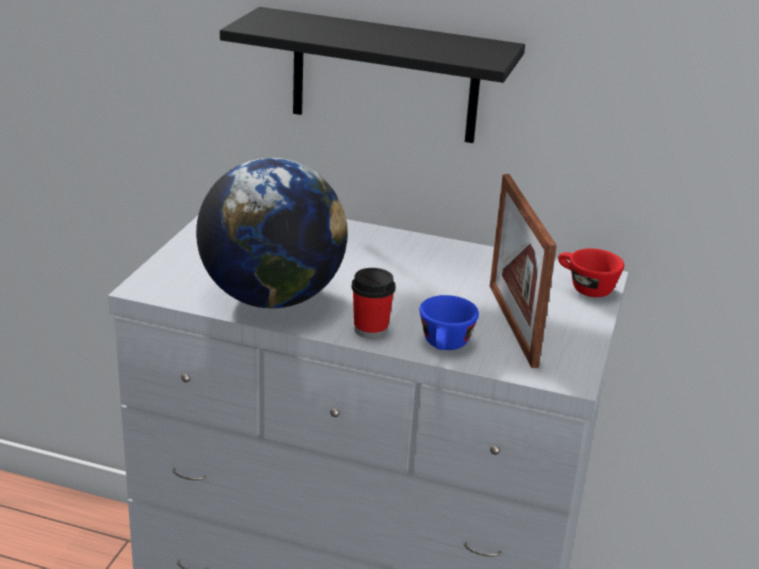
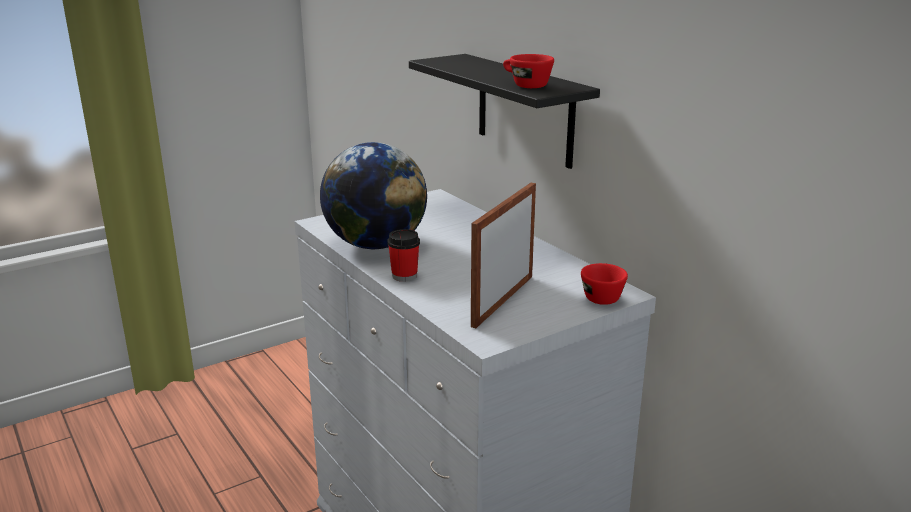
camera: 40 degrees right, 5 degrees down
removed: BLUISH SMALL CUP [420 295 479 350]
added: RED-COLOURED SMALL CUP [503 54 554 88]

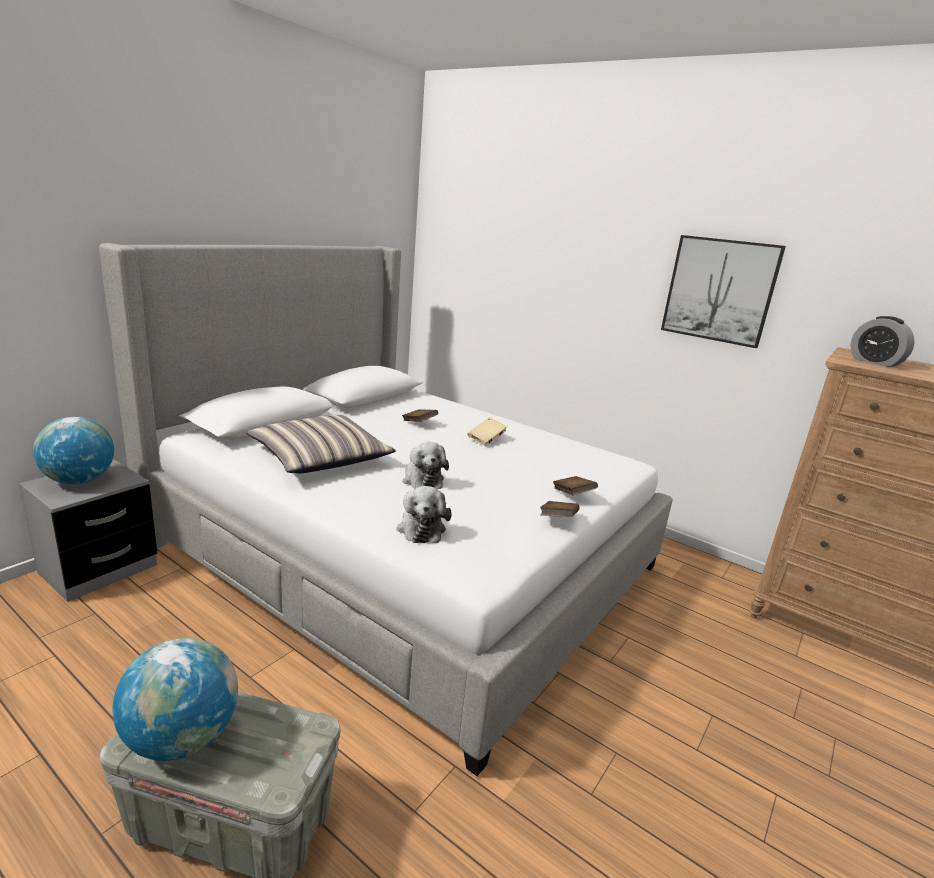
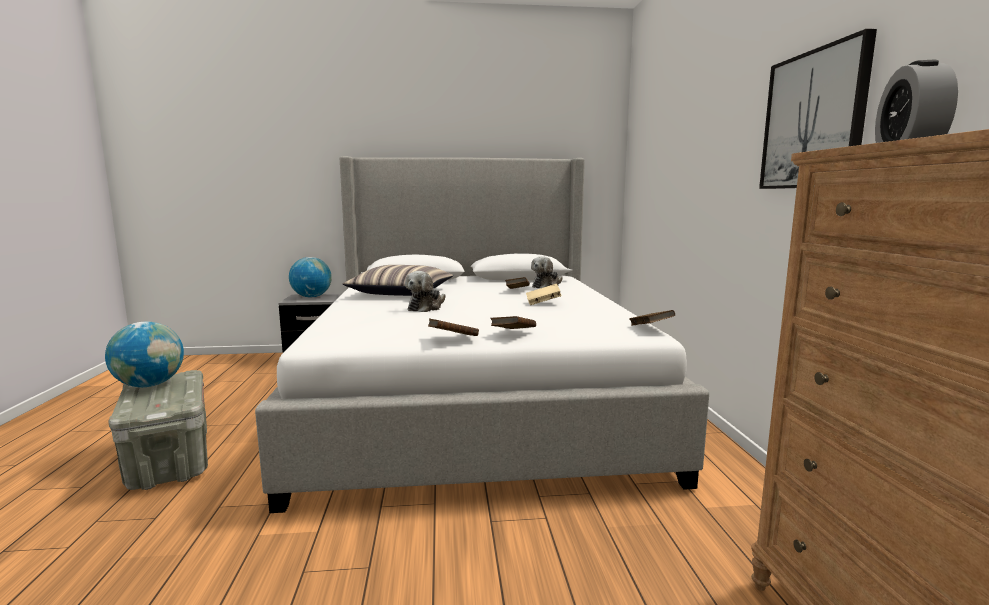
camera: 50 degrees right, 10 degrees down
added: BROWN-COLOURED VOLUME [629 310 675 326]
moved: CUDDLY TOY [396 486 452 543] to [531 256 563 288]

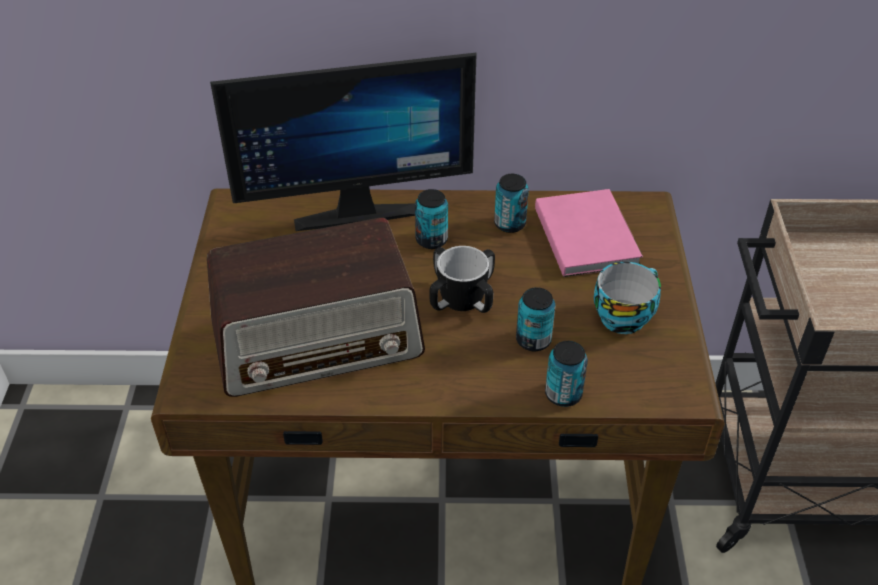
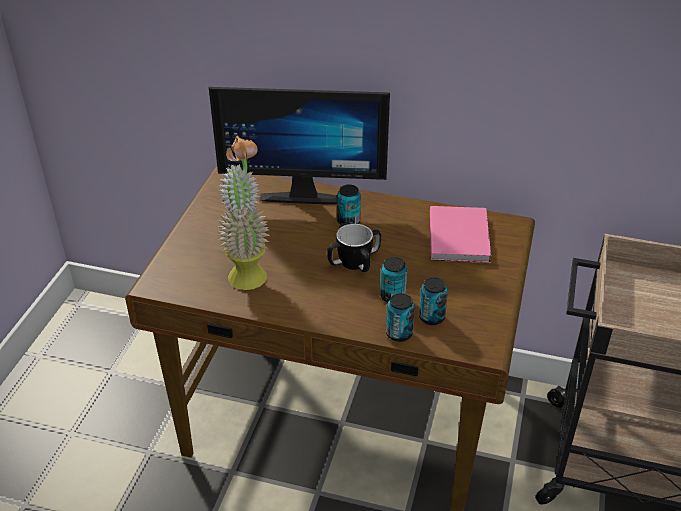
camera: 15 degrees right, 5 degrees down
removed: SMALL CUP [594 262 661 334]
moved: CAN [494 174 529 233] to [419 277 448 325]
replaced: RADIO SET [207 218 425 397] to POTTED PLANT [218 136 270 290]

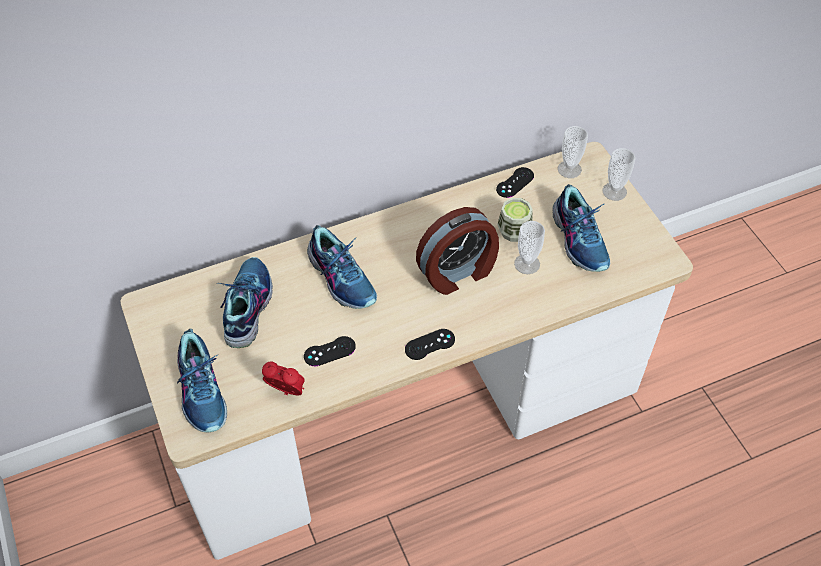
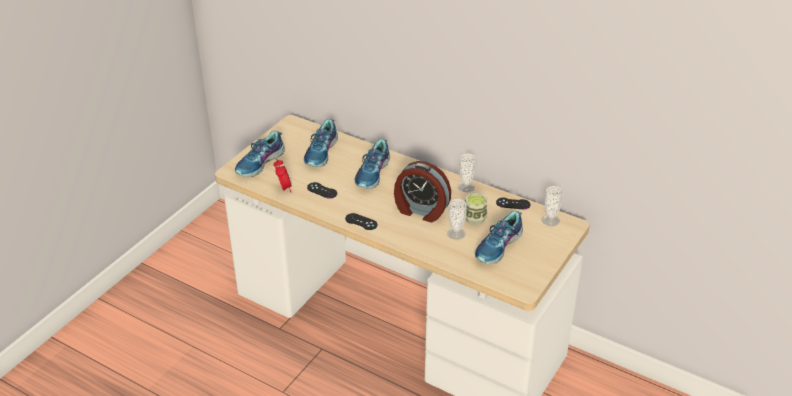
camera: 55 degrees right, 15 degrees down
moved: SMALL CUP [602 148 635 201] to [458 153 476 192]
turned: ITEM OF FOOTWEAR [216 257 273 348] = [304 119 338 167] 135 degrees clockwise

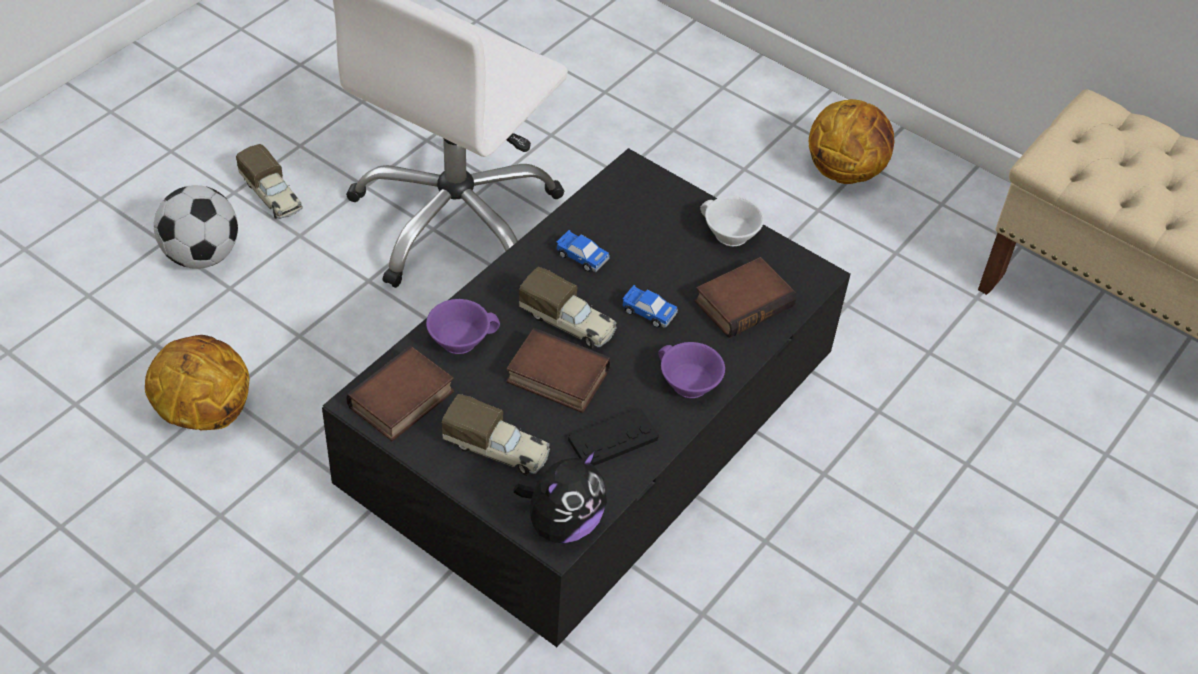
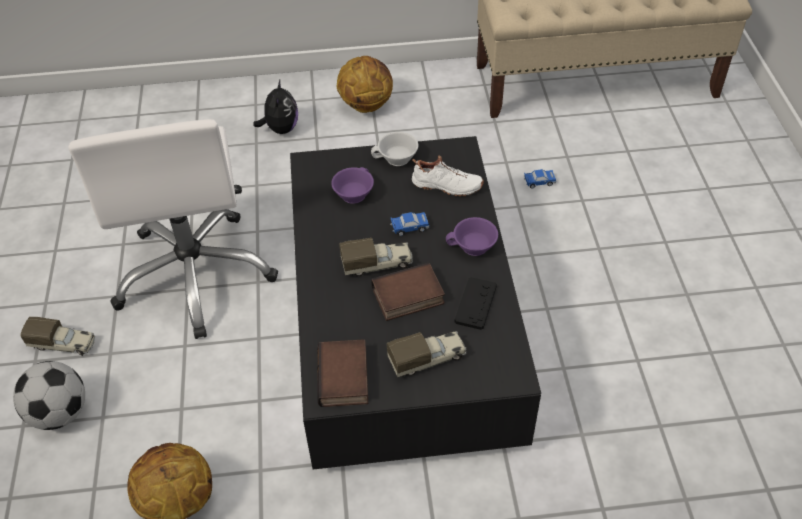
camera: 40 degrees left, 0 degrees up
moved: PURPLISH SMALL CUP [426 299 500 354] to [331 167 374 204]; CUDDLY TOY [513 449 607 543] to [253 80 298 134]; MODEL CAR [557 230 610 272] to [524 169 556 189]
replaced: VOLUME [695 257 796 338] to WHITE ITEM OF FOOTWEAR [412 156 484 196]

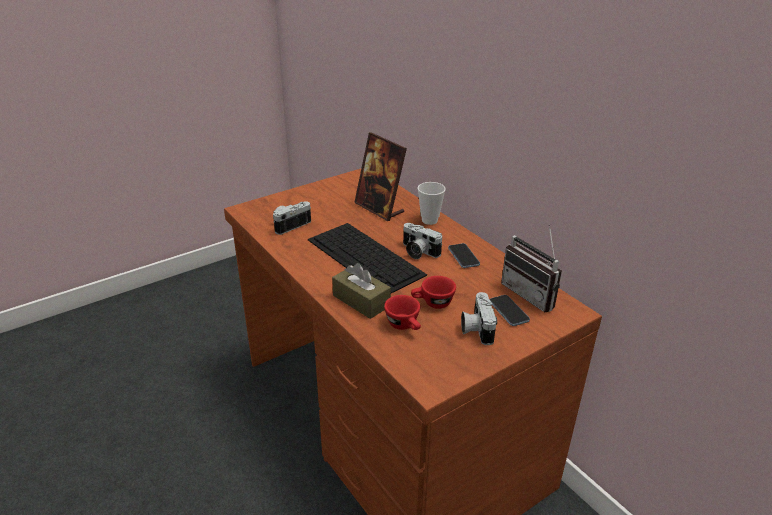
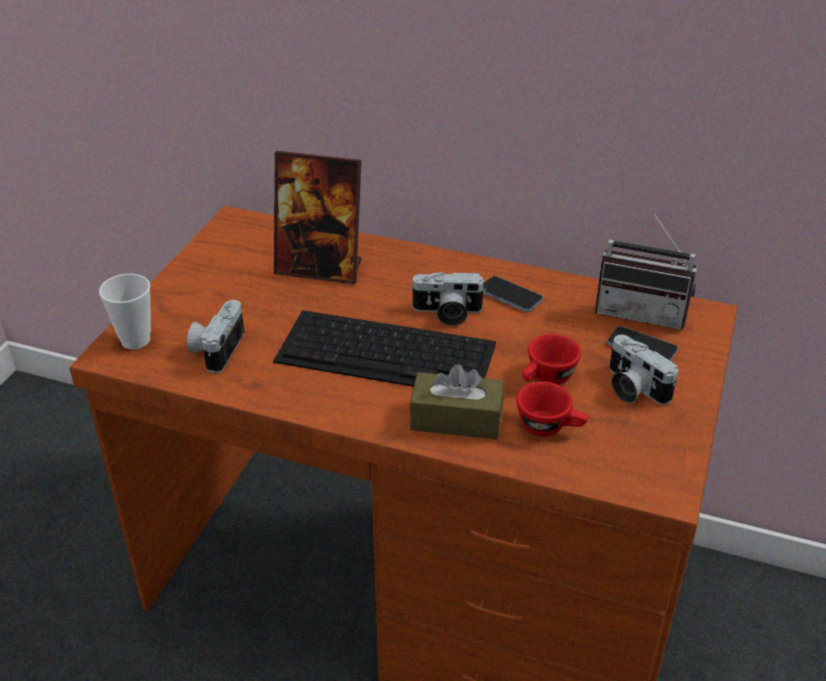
camera: 35 degrees left, 5 degrees up
moved: SMALL CUP [418 182 445 225] to [99 274 151 349]

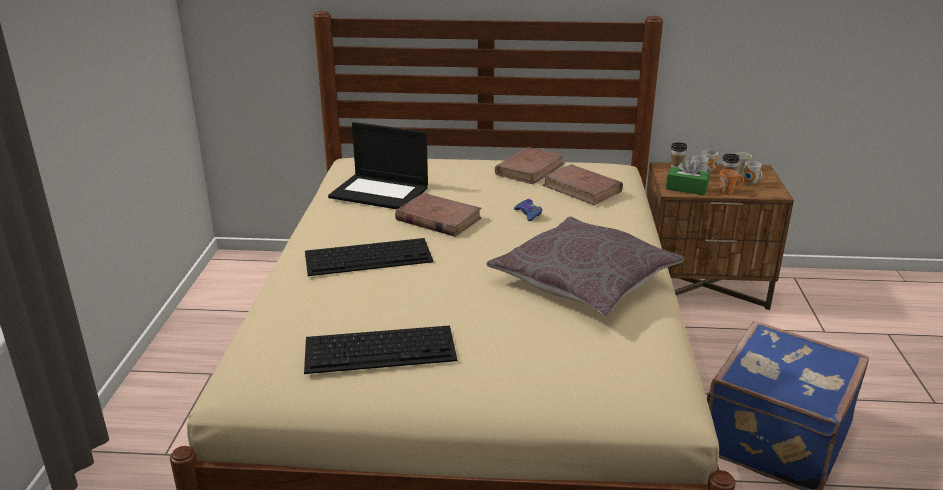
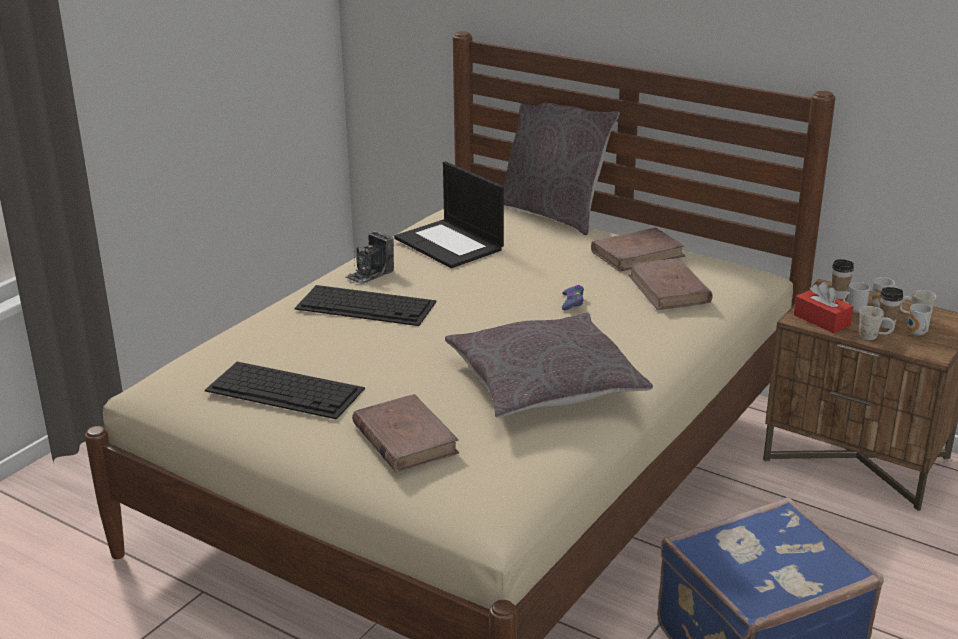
camera: 30 degrees right, 0 degrees up
added: PHOTO CAMERA [345 231 394 284]; GREYISH PILLOW [503 103 620 235]
moved: BROWN-COLOURED VOLUME [395 193 482 237] to [352 394 459 473]
recoloured: GREEN-COLOURED BOX OF TISSUES [666 158 710 195] to RED-COLOURED BOX OF TISSUES [794 282 853 333]; ORANGEY COFFEE MUG [719 169 744 195] to WHITE COFFEE MUG [859 306 895 340]

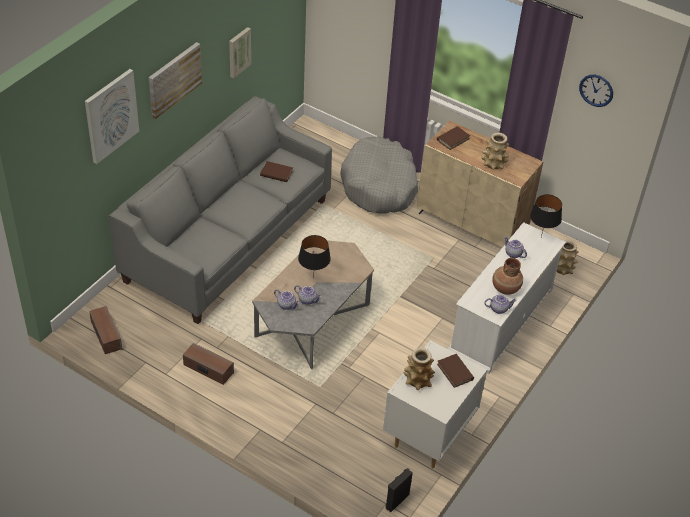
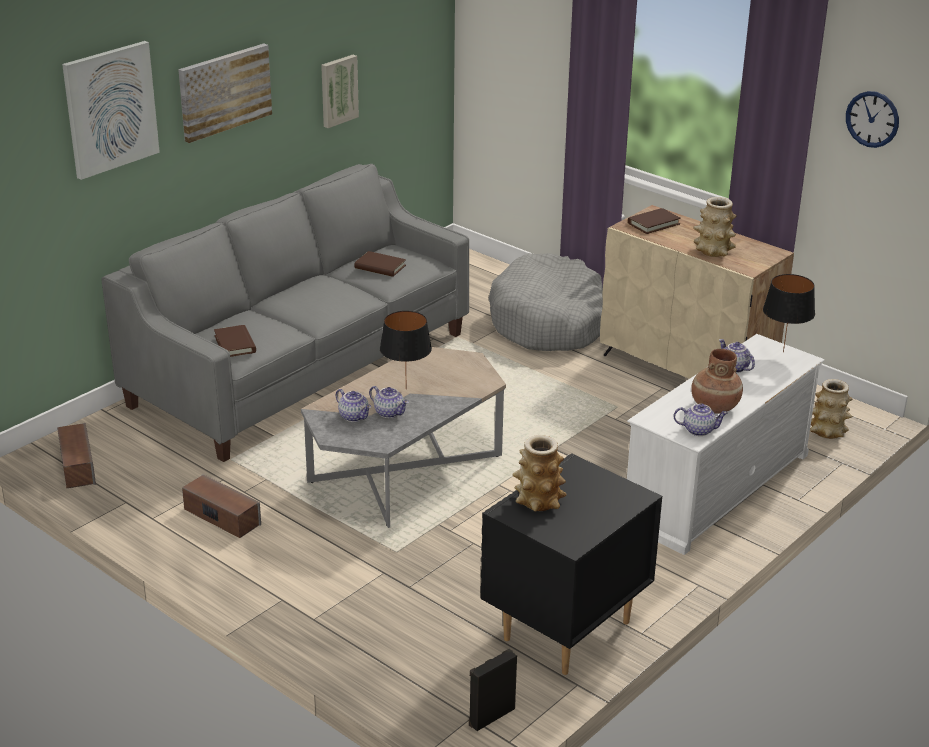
camera: 10 degrees right, 15 degrees down
moved: BROWN-COLOURED VOLUME [437 354 474 388] to [214 325 256 357]
recoloured: WHITE BEDSIDE TABLE [383 340 487 468] to BLACK-COLOURED BEDSIDE TABLE [480 453 662 675]

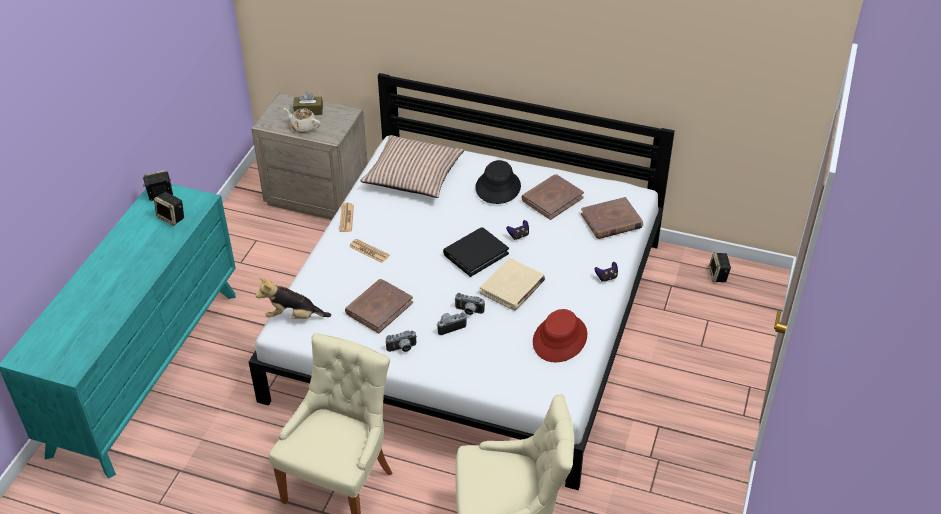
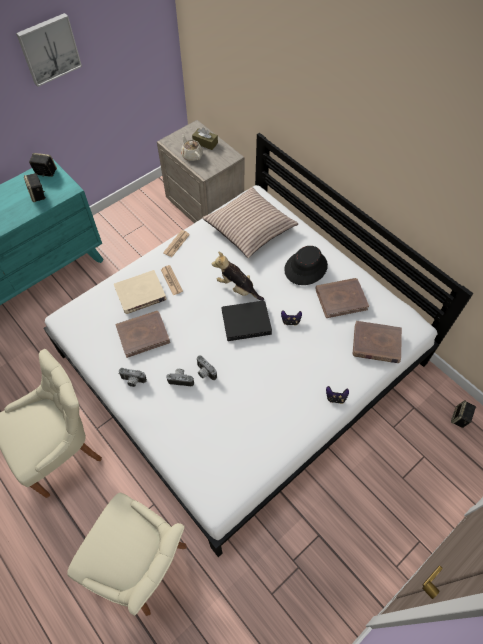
camera: 30 degrees right, 15 degrees up
removed: RED-COLOURED WEARABLE HAT [533 309 587 362]
added: PICTURE [16 13 82 87]
moved: CUDDLY TOY [256 277 331 319] to [212 252 264 301]; BEIGE VOLUME [480 258 545 310] to [114 270 167 314]

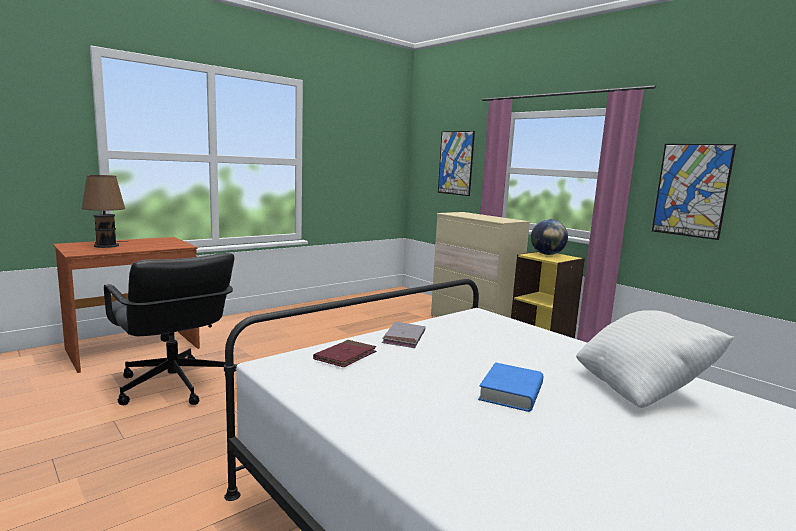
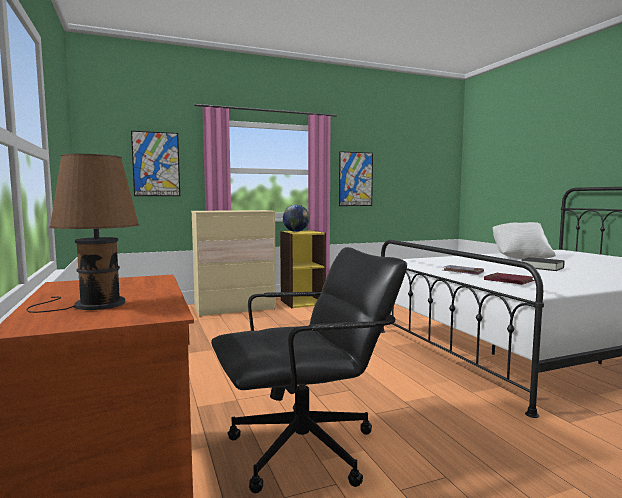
camera: 70 degrees left, 5 degrees down
recoloured: BLUISH VOLUME [478 362 543 412] to BLACK-COLOURED VOLUME [522 257 564 271]

